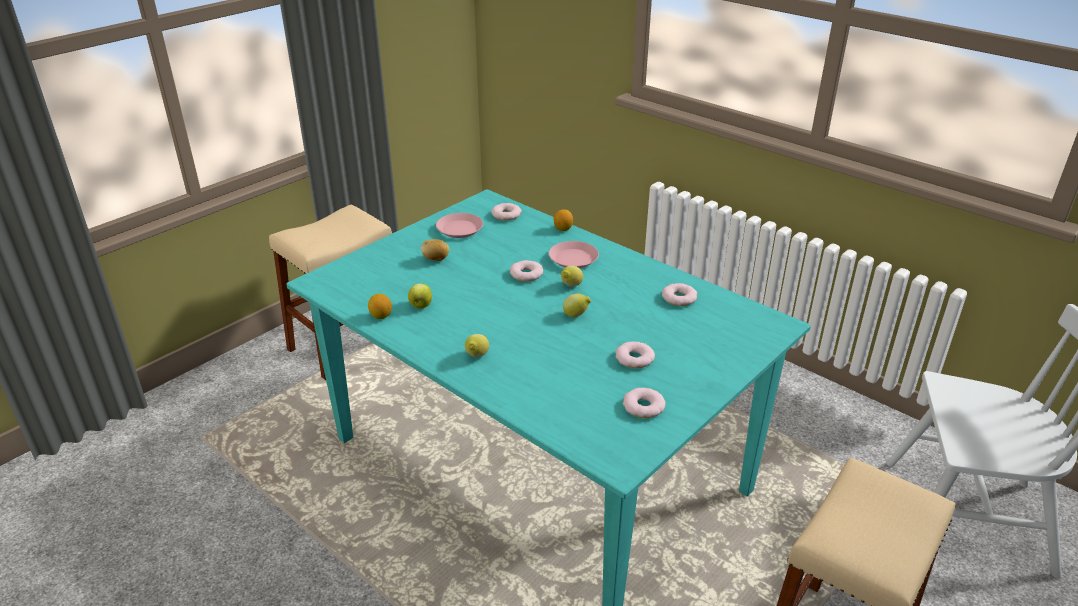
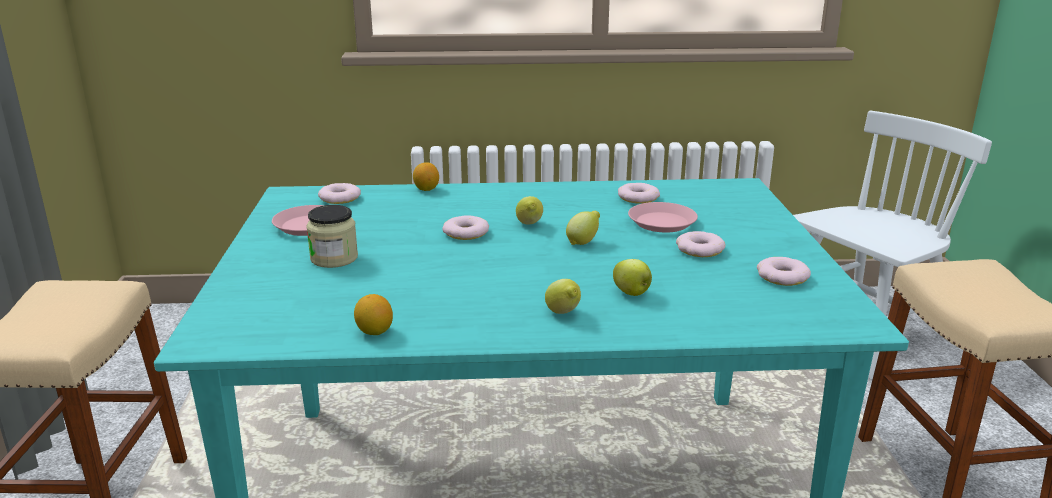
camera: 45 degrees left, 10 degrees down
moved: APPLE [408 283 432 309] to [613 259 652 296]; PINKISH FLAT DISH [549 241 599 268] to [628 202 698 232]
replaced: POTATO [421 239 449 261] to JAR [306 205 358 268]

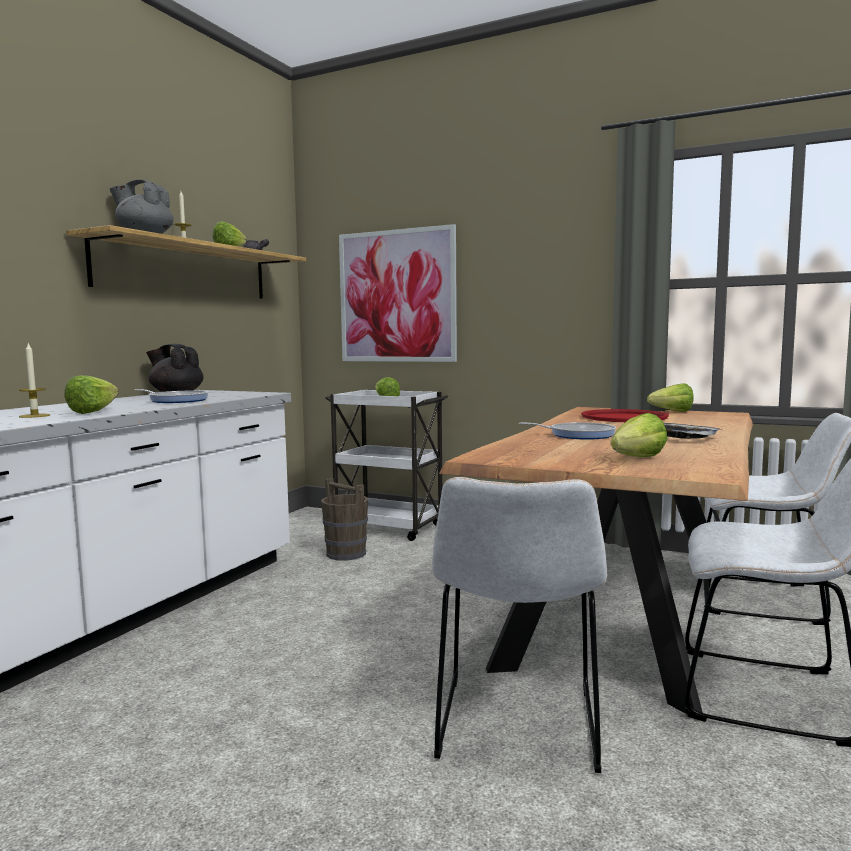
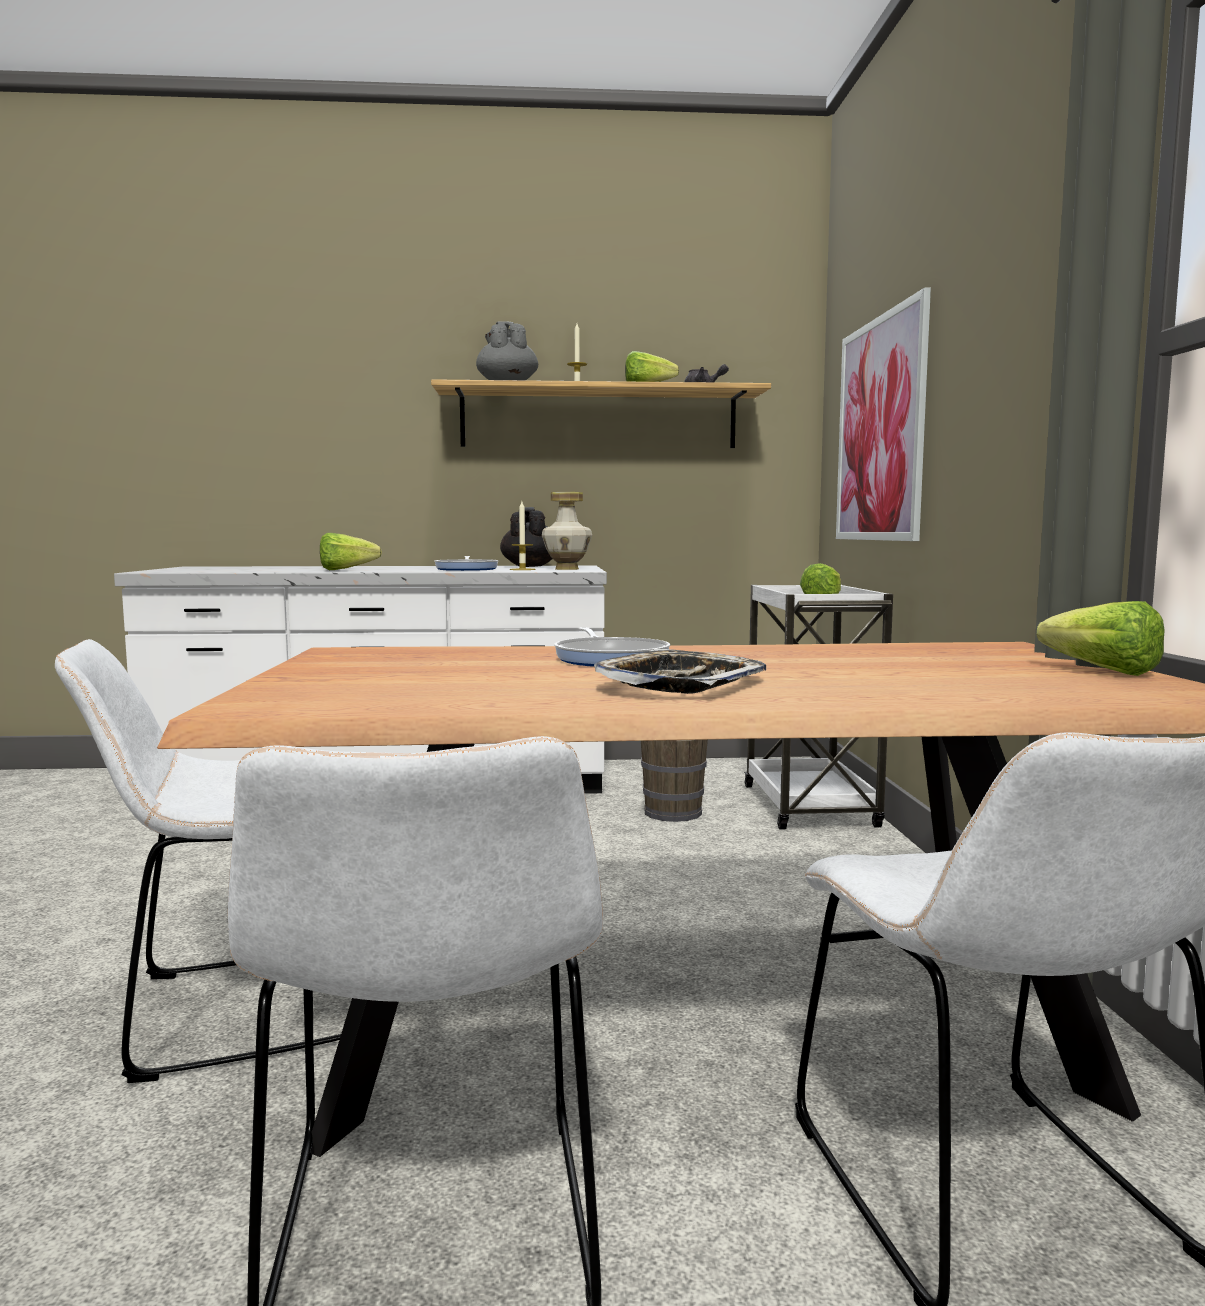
camera: 60 degrees right, 0 degrees up
removed: RED-COLOURED TRAY [581 409 669 422]; LETTUCE HEAD [611 413 667 457]
added: VASE [542 492 592 570]
moved: WAX CANDLE [19 343 50 418] to [510 501 535 570]

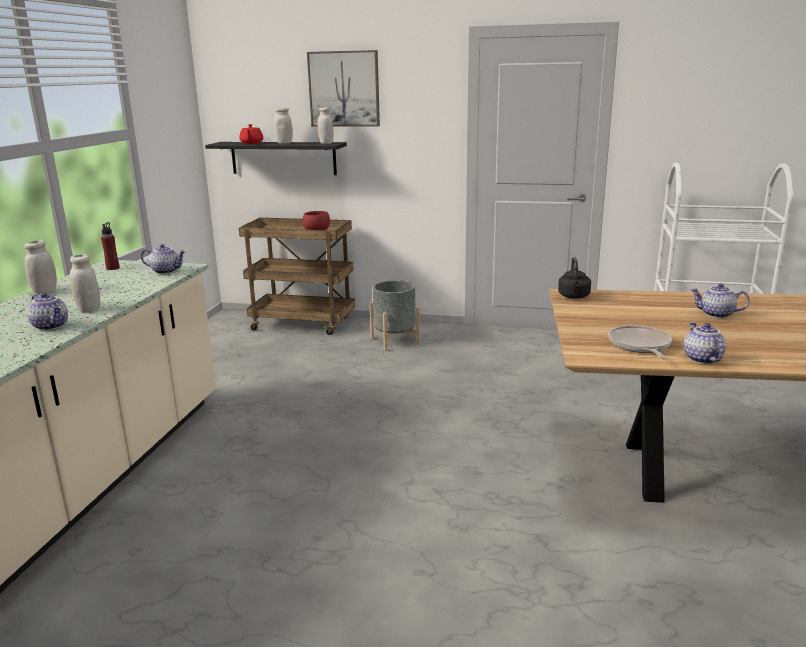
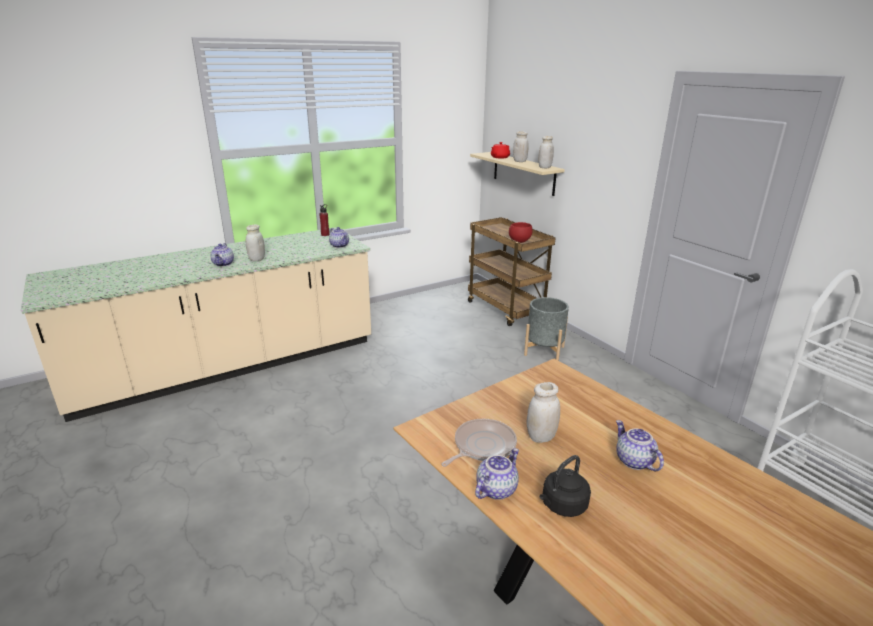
camera: 45 degrees right, 5 degrees up
removed: PICTURE [307 50 380 126]
moved: WHITE JAR [24 240 57 294] to [527 382 560 443]; BLACK-COLOURED WATER KETTLE [558 257 591 299] to [539 455 591 517]
recoloured: BLACK-COLOURED WALL SHELF [205 142 347 175] to BEIGE WALL SHELF [470 152 565 196]

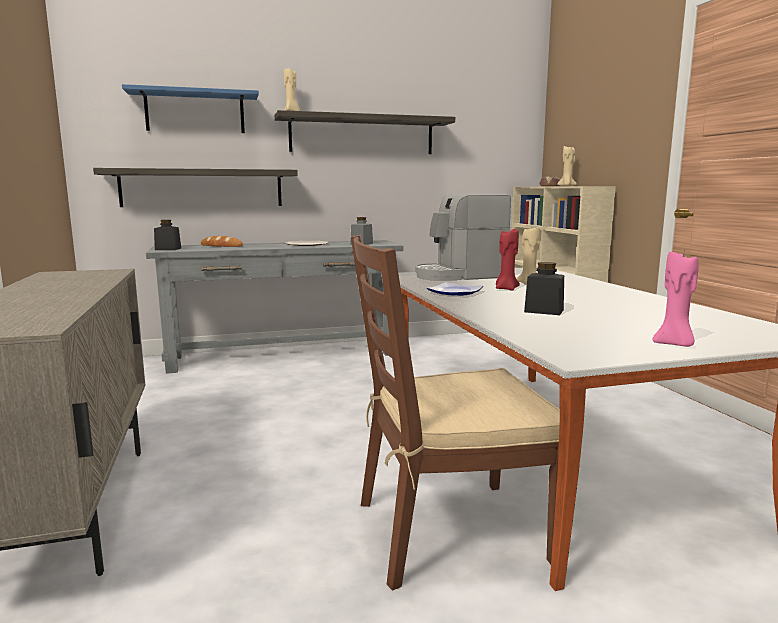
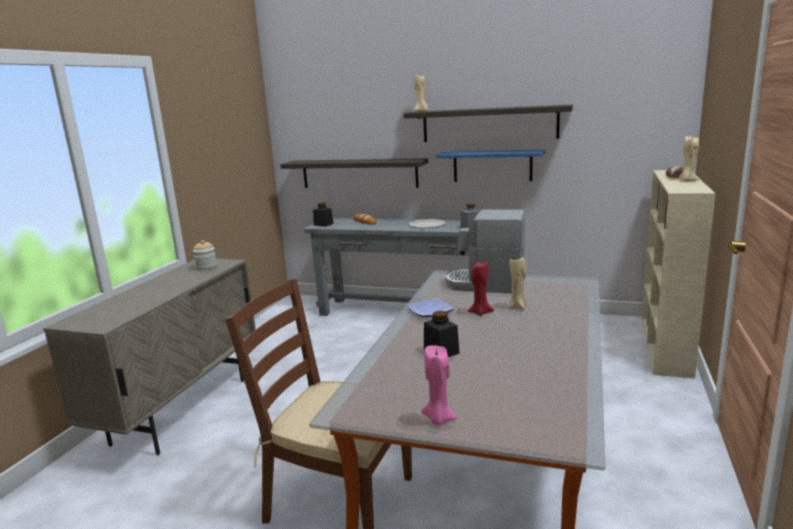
camera: 35 degrees right, 5 degrees up
added: JAR [193 240 217 270]
moved: BLUISH WALL SHELF [122 84 259 133] to [436 149 545 182]

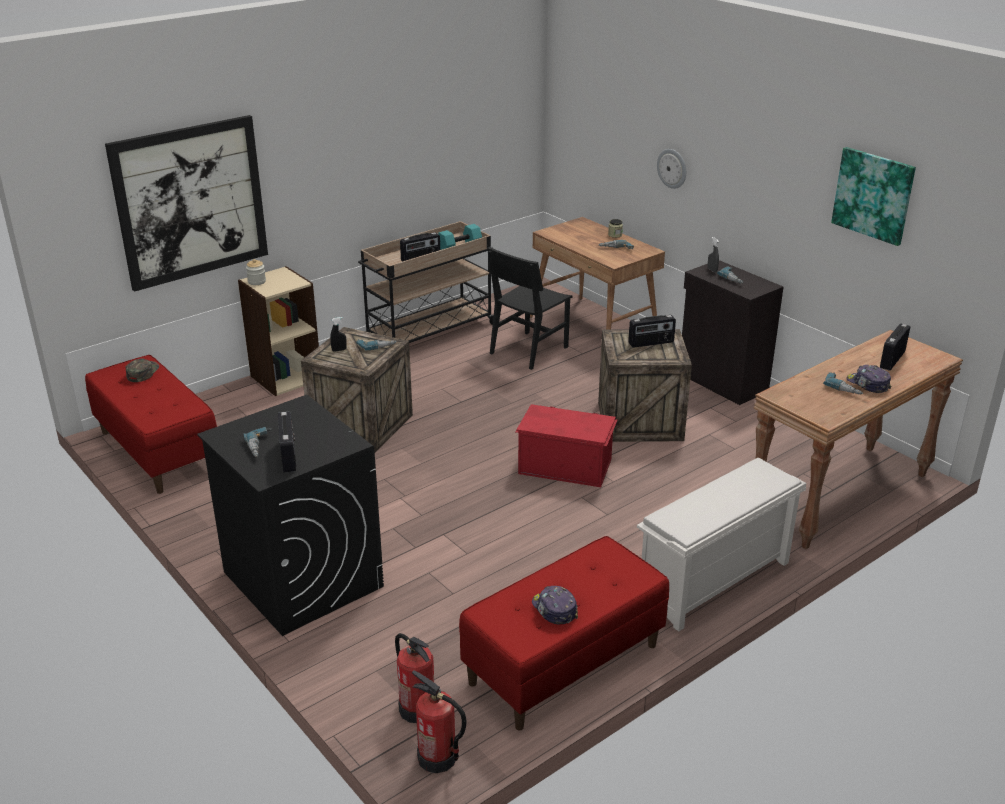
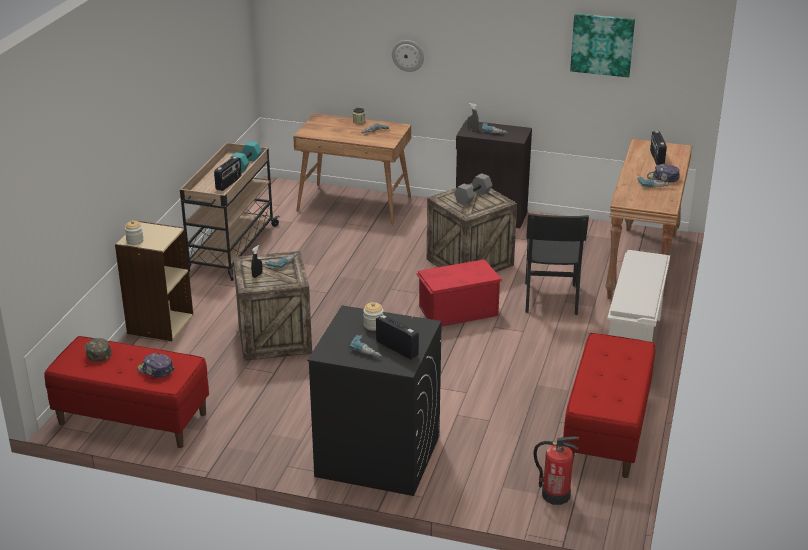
camera: 35 degrees left, 0 degrees up
removed: PICTURE [105 115 268 292]; EXTINGUISHER [412 670 466 773]
added: JAR [363 302 383 331]
moved: BLACK-COLOURED UPRIGHT CHAIR [487 246 573 370] to [525 213 589 315]; PEAKED CAP [532 586 578 624] to [137 353 175 378]
replaced: RADIO SET [628 315 676 348] to GREYISH DUMBBELL [454 173 492 205]

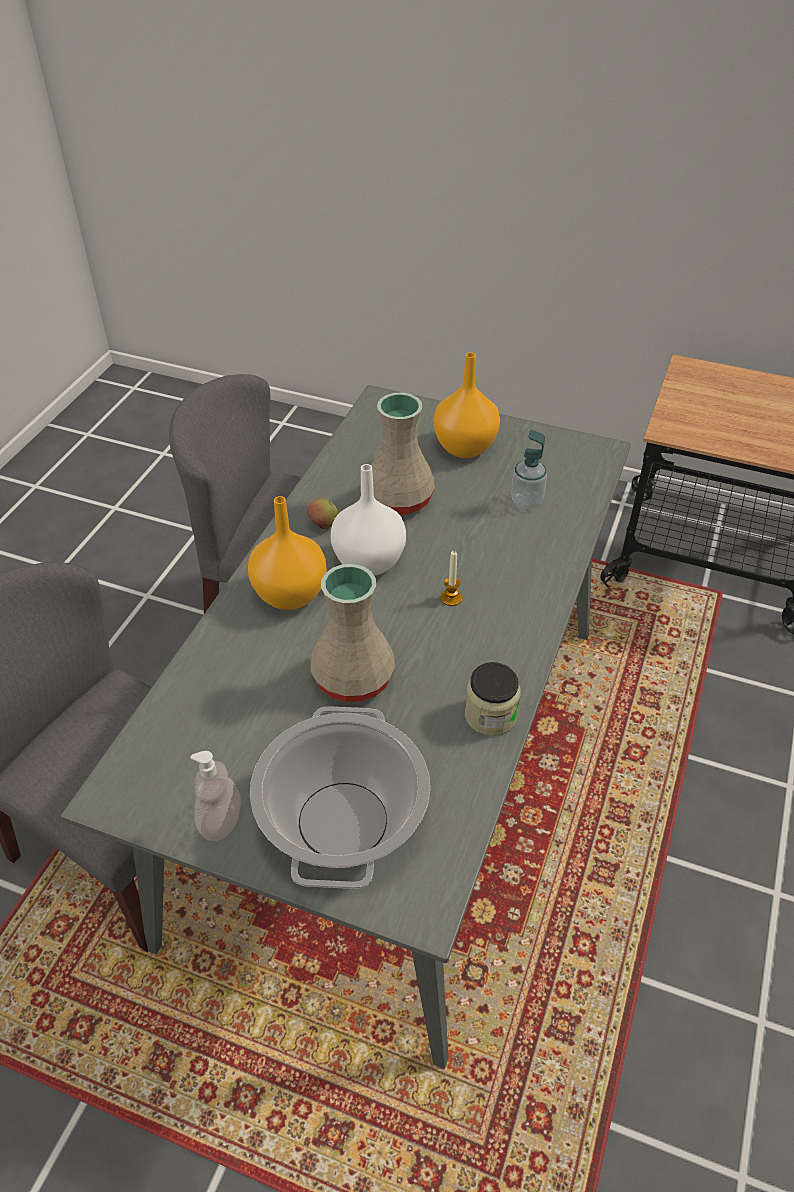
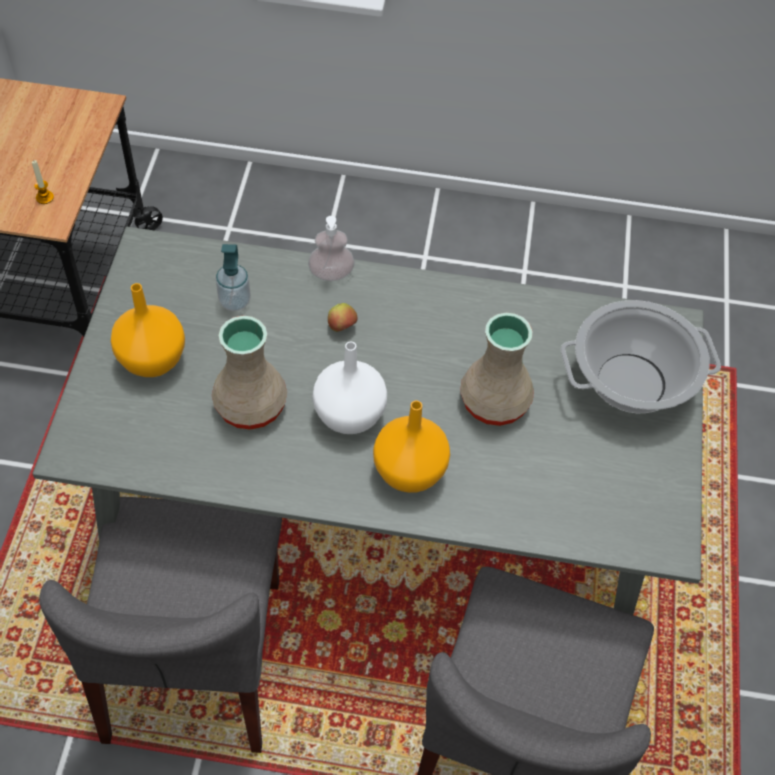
camera: 105 degrees left, 10 degrees up
removed: JAR [465 662 520 736]
moved: SOAP DISPENSER [190 751 241 841] to [308 216 355 281]; APPLE [307 498 338 529] to [328 303 358 332]; WAX CANDLE [440 551 462 606] to [32 160 54 204]

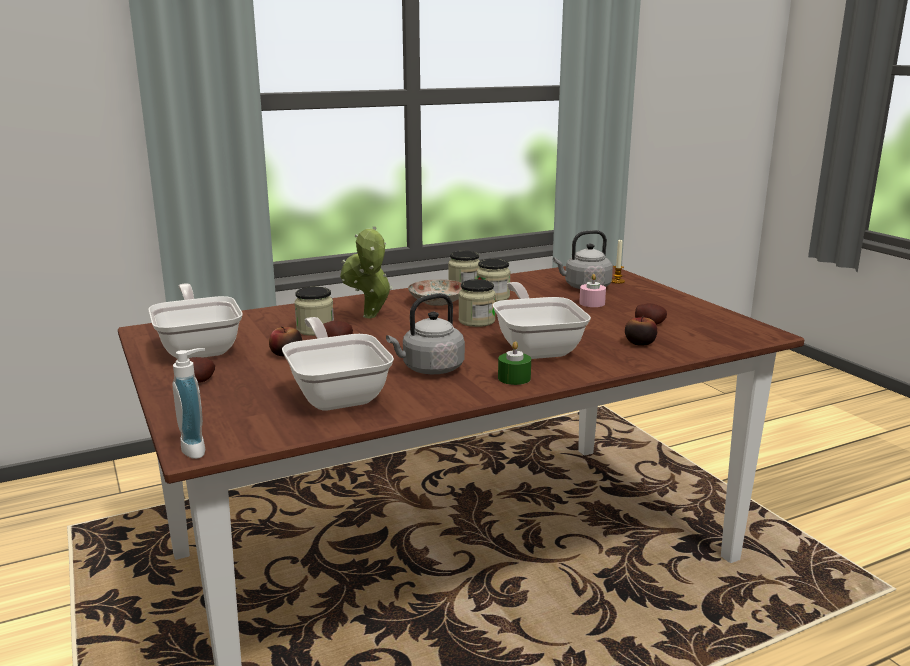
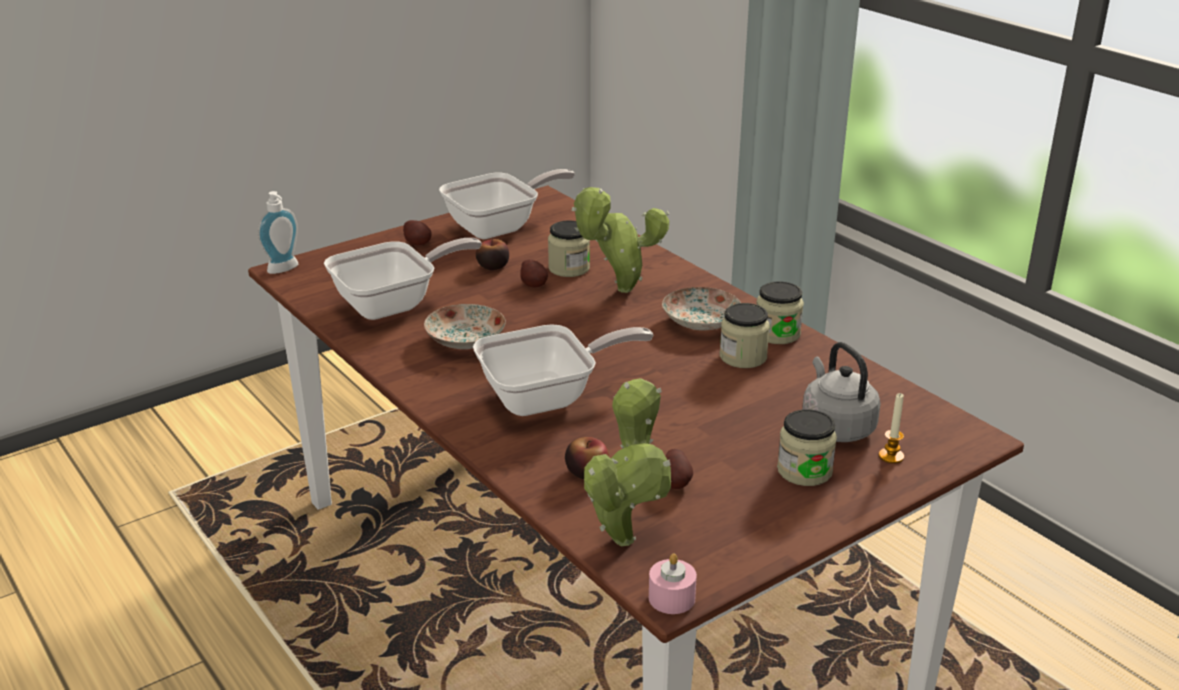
camera: 80 degrees right, 10 degrees up
removed: GREEN-COLOURED WAX CANDLE [498 341 531 385]
added: POTTED PLANT [584 378 672 546]
moved: JAR [459 279 496 327] to [777 409 837 486]; PINKISH WAX CANDLE [579 274 606 307] to [649 553 697 614]
replaced: GREYISH WATER KETTLE [386 293 465 374] to FLAT DISH [424 304 506 349]

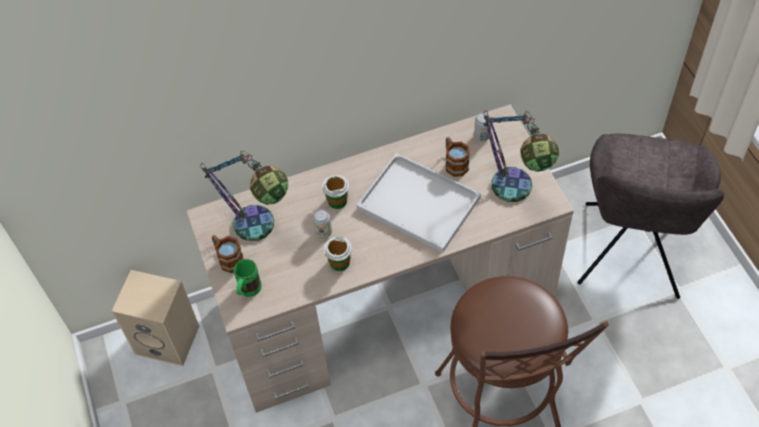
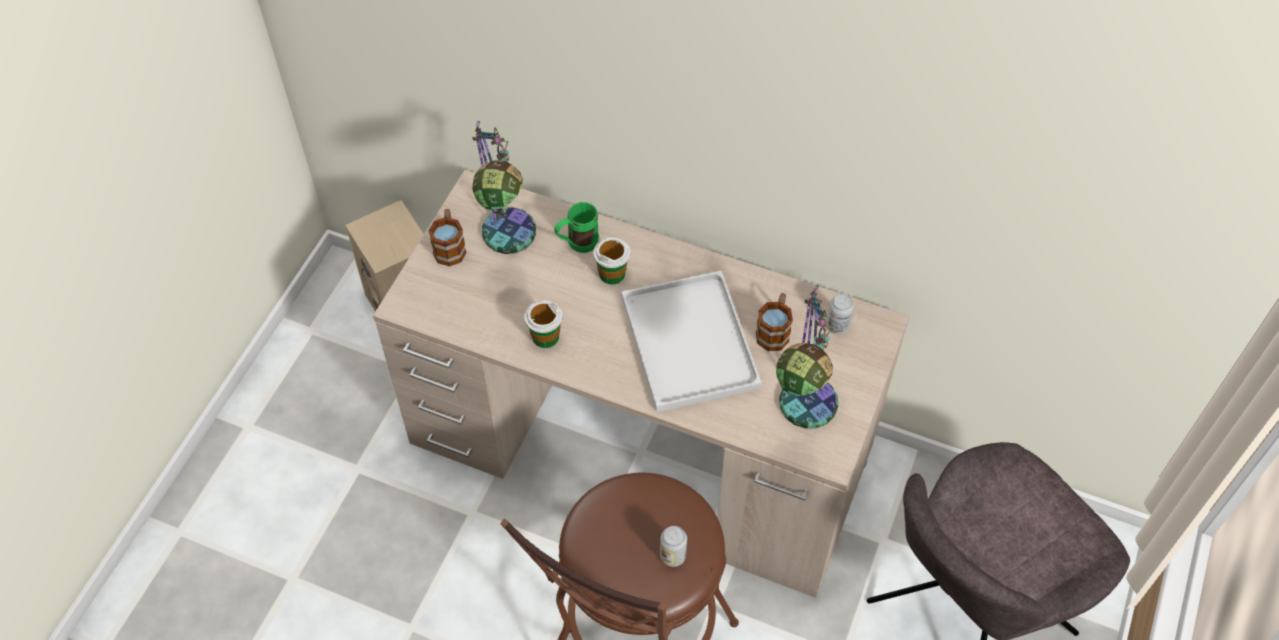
camera: 40 degrees right, 0 degrees up
moved: GREEN-COLOURED COFFEE MUG [234 259 262 297] to [554 202 599 253]; CAN [313 209 332 239] to [660 526 687 567]

